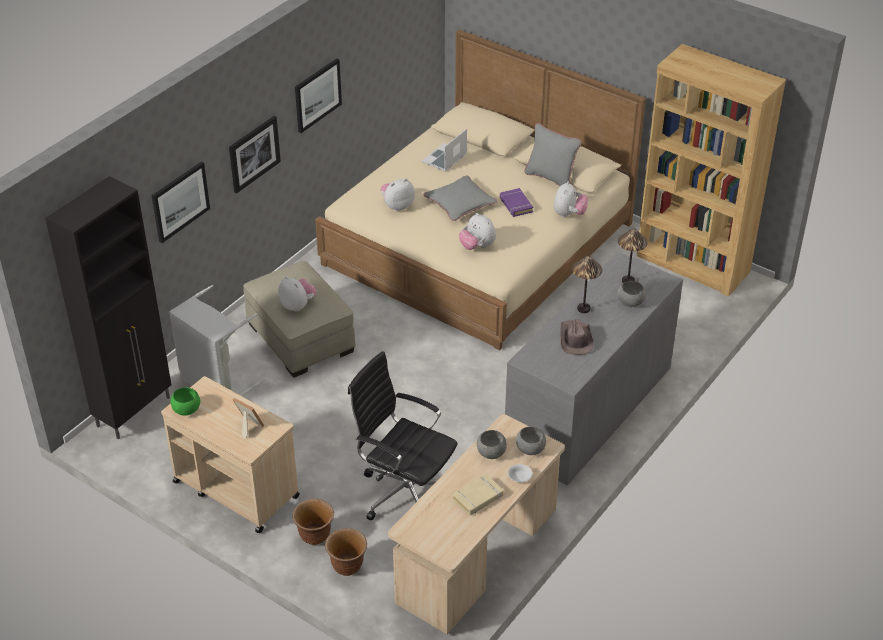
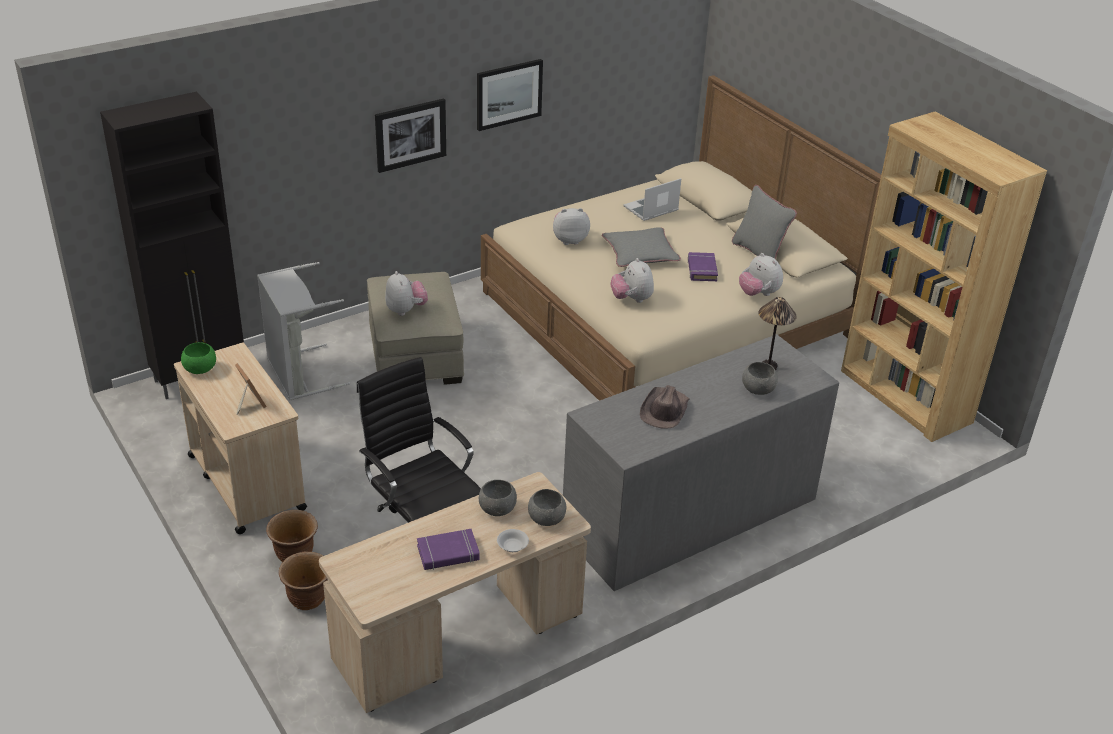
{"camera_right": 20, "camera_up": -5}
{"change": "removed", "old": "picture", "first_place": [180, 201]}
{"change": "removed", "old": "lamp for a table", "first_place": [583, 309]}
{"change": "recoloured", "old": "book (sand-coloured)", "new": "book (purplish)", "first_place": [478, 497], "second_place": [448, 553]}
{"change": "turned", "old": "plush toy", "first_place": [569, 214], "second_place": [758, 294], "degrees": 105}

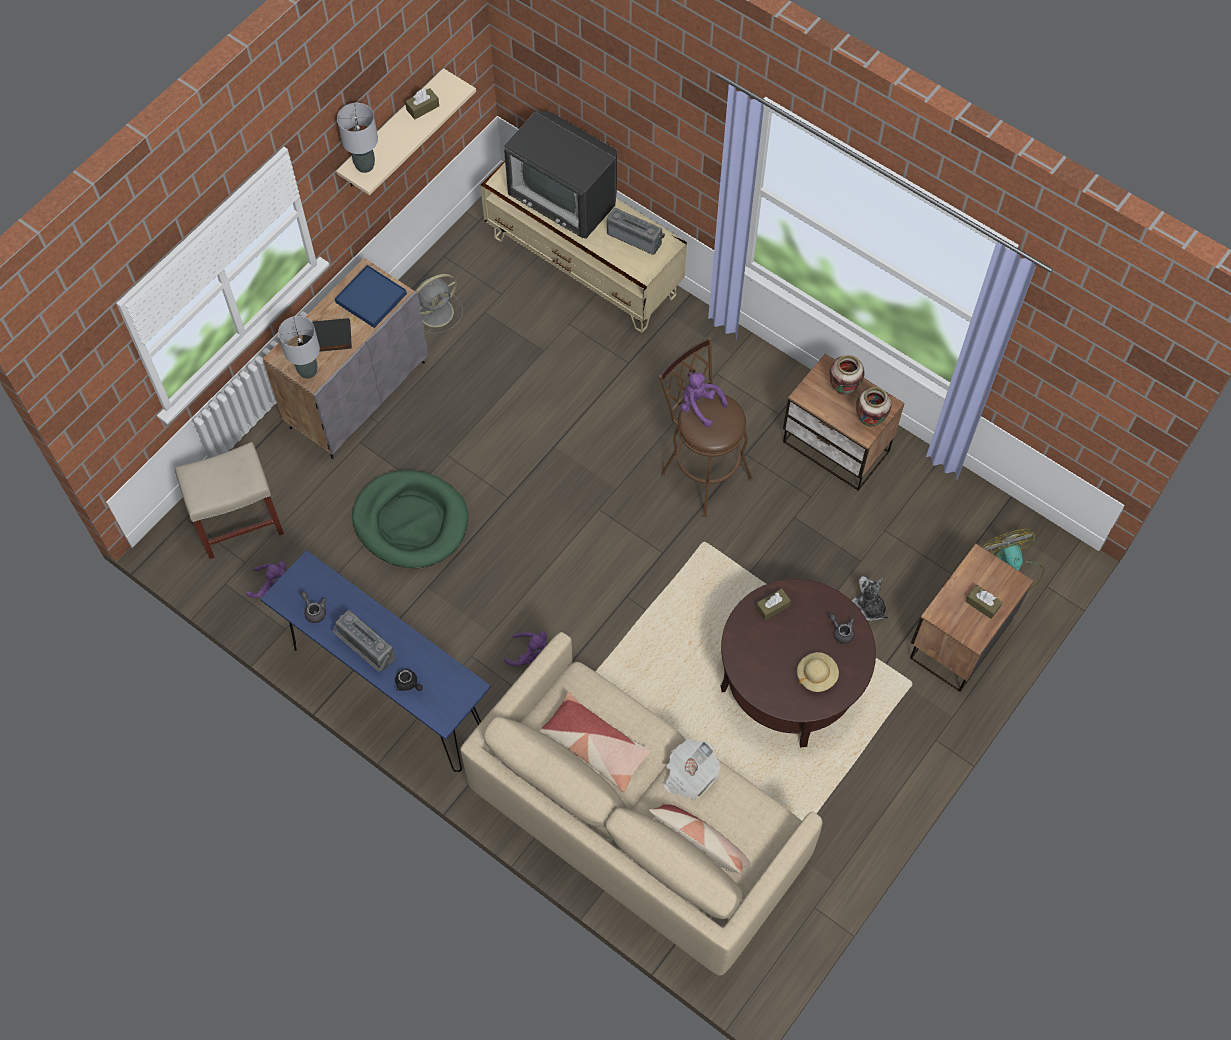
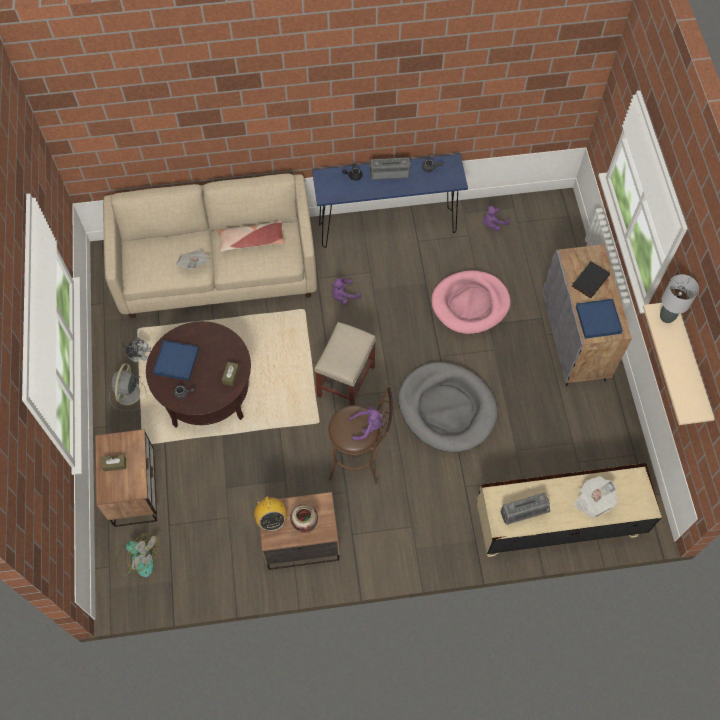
{"camera_right": 135, "camera_up": 0}
{"change": "removed", "old": "lamp for a table (gray)", "first_place": [307, 371]}
{"change": "removed", "old": "box of tissues (brown)", "first_place": [422, 108]}
{"change": "removed", "old": "pillow", "first_place": [699, 844]}
{"change": "added", "new": "pet bed (gray)", "second_place": [447, 408]}
{"change": "moved", "old": "stool seat (sand-coloured)", "first_place": [240, 522], "second_place": [346, 382]}
{"change": "moved", "old": "cooling fan (gray)", "first_place": [437, 311], "second_place": [128, 394]}
{"change": "moved", "old": "plush toy", "first_place": [869, 607], "second_place": [138, 353]}
{"change": "replaced", "old": "TV set", "new": "newspaper", "first_place": [564, 197], "second_place": [592, 501]}
{"change": "replaced", "old": "clothing hat (sand-coloured)", "new": "serving tray (blue-coloured)", "first_place": [816, 675], "second_place": [176, 361]}
{"change": "replaced", "old": "vase", "new": "radio set", "first_place": [869, 421], "second_place": [271, 519]}
{"change": "recoloured", "old": "pet bed (green-coloured)", "new": "pet bed (pink)", "first_place": [411, 521], "second_place": [470, 304]}

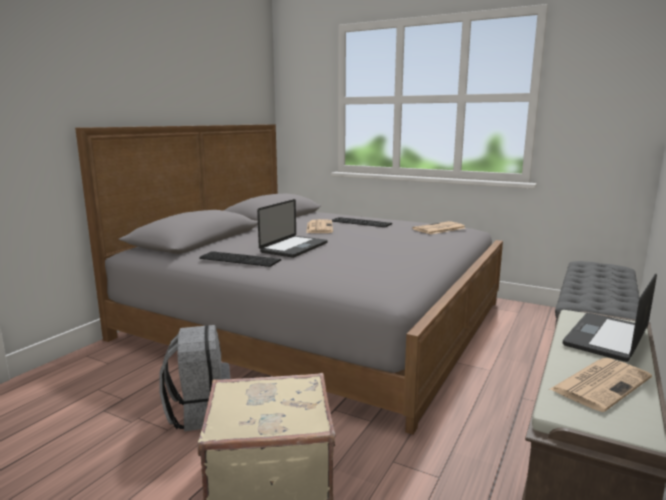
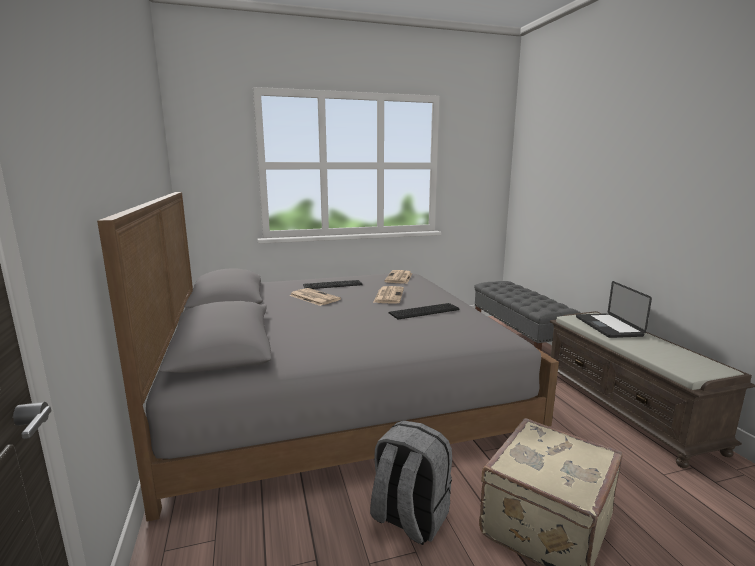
{"camera_right": -45, "camera_up": 0}
{"change": "removed", "old": "portable computer", "first_place": [294, 247]}
{"change": "moved", "old": "computer keyboard", "first_place": [240, 259], "second_place": [423, 311]}
{"change": "moved", "old": "newspaper", "first_place": [600, 383], "second_place": [388, 295]}

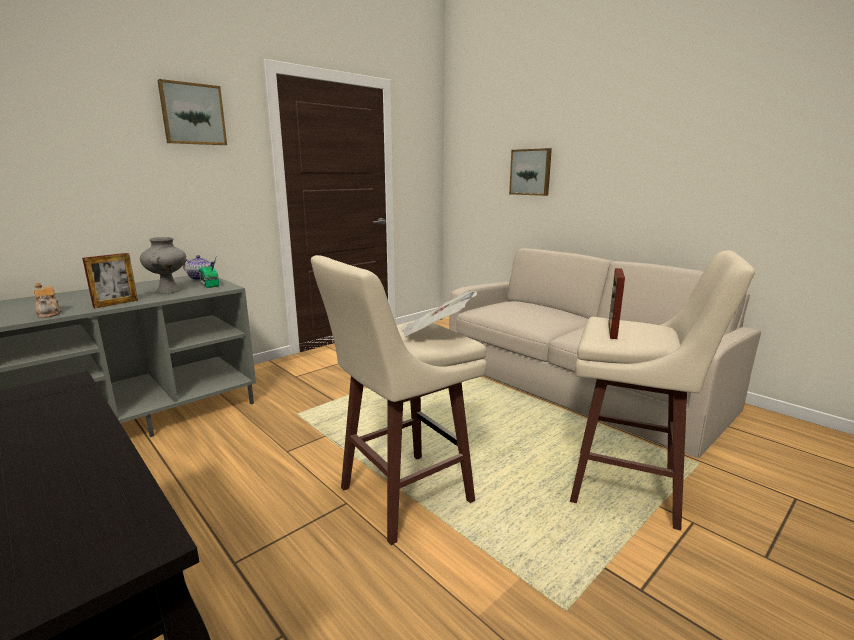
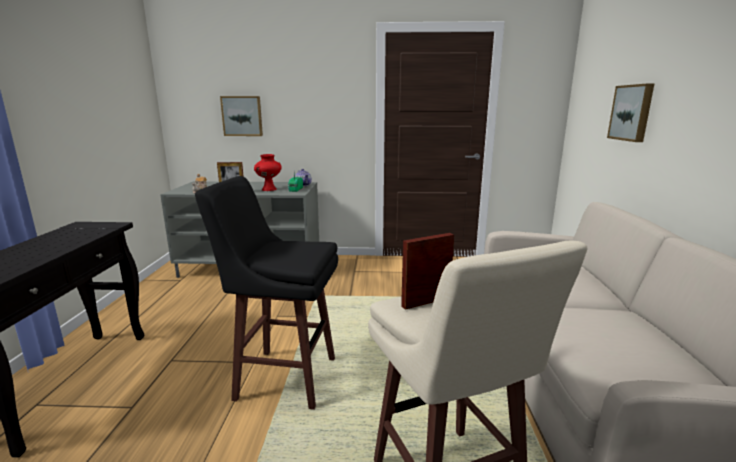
{"camera_right": 45, "camera_up": 0}
{"change": "removed", "old": "newspaper", "first_place": [435, 333]}
{"change": "moved", "old": "picture", "first_place": [192, 114], "second_place": [242, 116]}
{"change": "recoloured", "old": "vase (gray)", "new": "vase (reddish)", "first_place": [169, 291], "second_place": [269, 189]}
{"change": "recoloured", "old": "stool seat (sand-coloured)", "new": "stool seat (black-coloured)", "first_place": [402, 496], "second_place": [284, 377]}

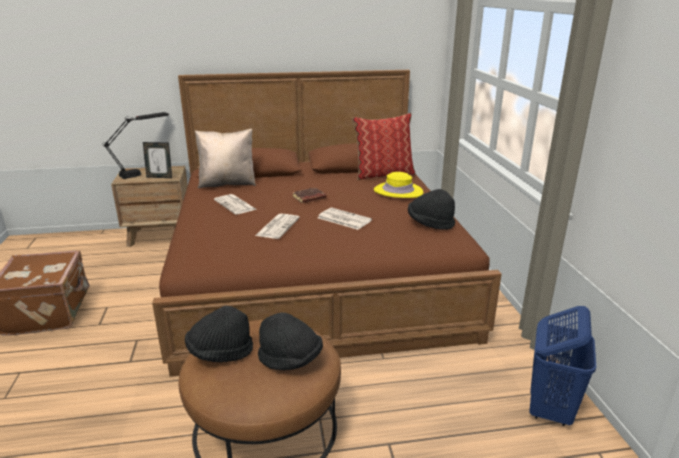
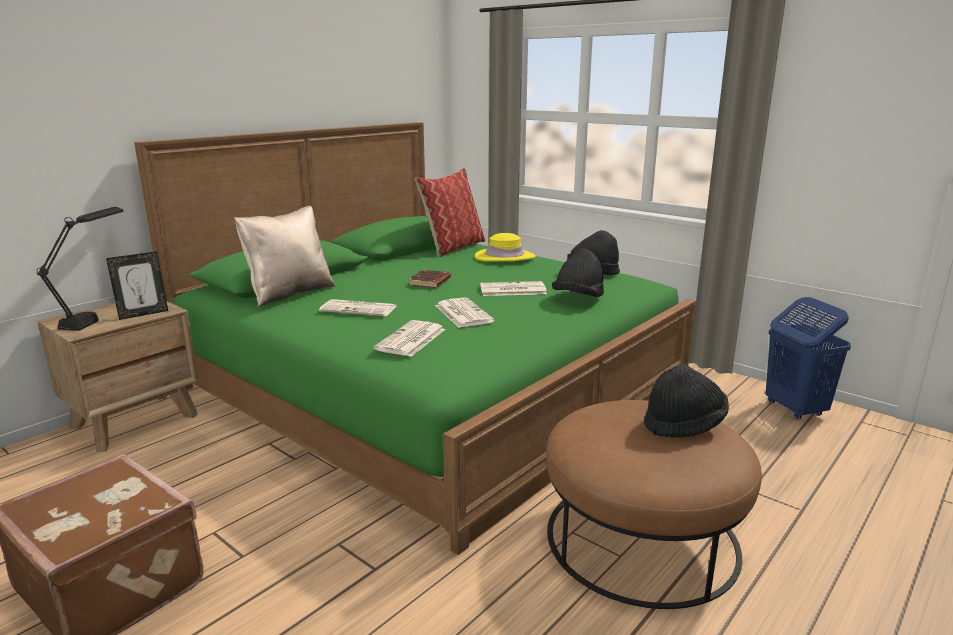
{"camera_right": -40, "camera_up": -5}
{"change": "added", "new": "newspaper", "second_place": [411, 340]}
{"change": "moved", "old": "clothing hat (black-coloured)", "first_place": [220, 352], "second_place": [578, 298]}
{"change": "recoloured", "old": "bedroom bed (brown)", "new": "bedroom bed (green-coloured)", "first_place": [314, 271], "second_place": [432, 386]}

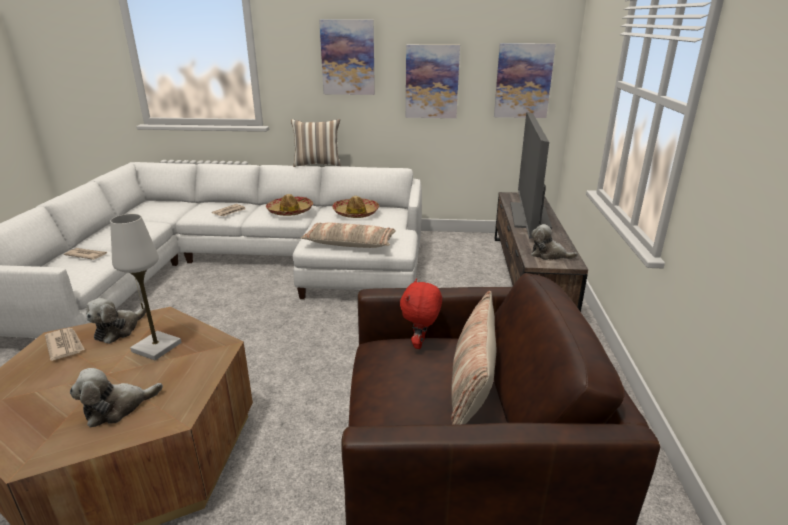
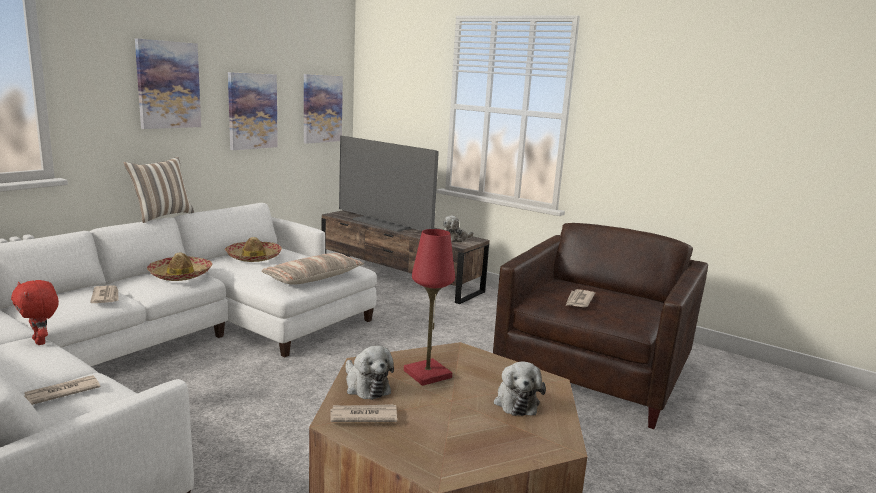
{"camera_right": -60, "camera_up": -10}
{"change": "removed", "old": "pillow", "first_place": [472, 382]}
{"change": "added", "new": "newspaper", "second_place": [579, 300]}
{"change": "moved", "old": "plush toy (reddish)", "first_place": [420, 344], "second_place": [41, 341]}
{"change": "recoloured", "old": "lamp for a table (whitish)", "new": "lamp for a table (reddish)", "first_place": [156, 347], "second_place": [427, 374]}

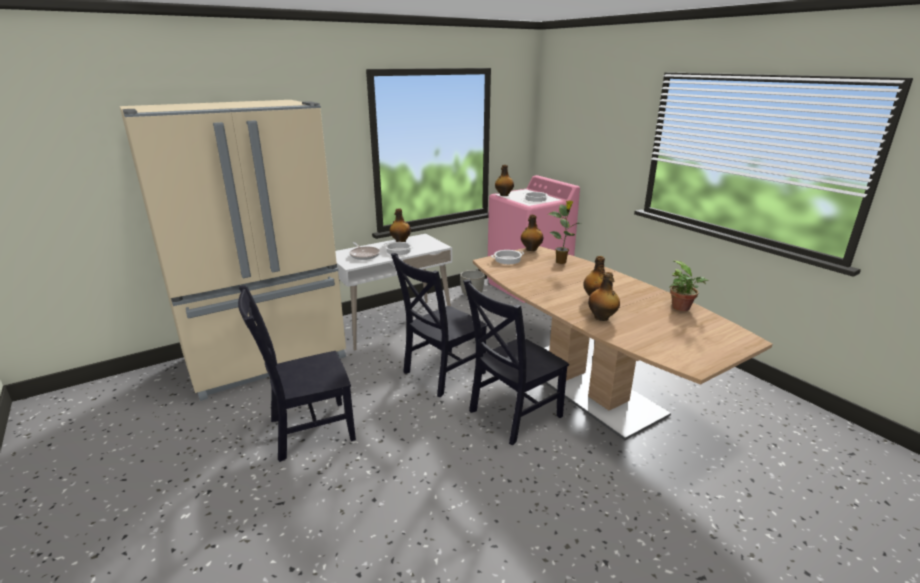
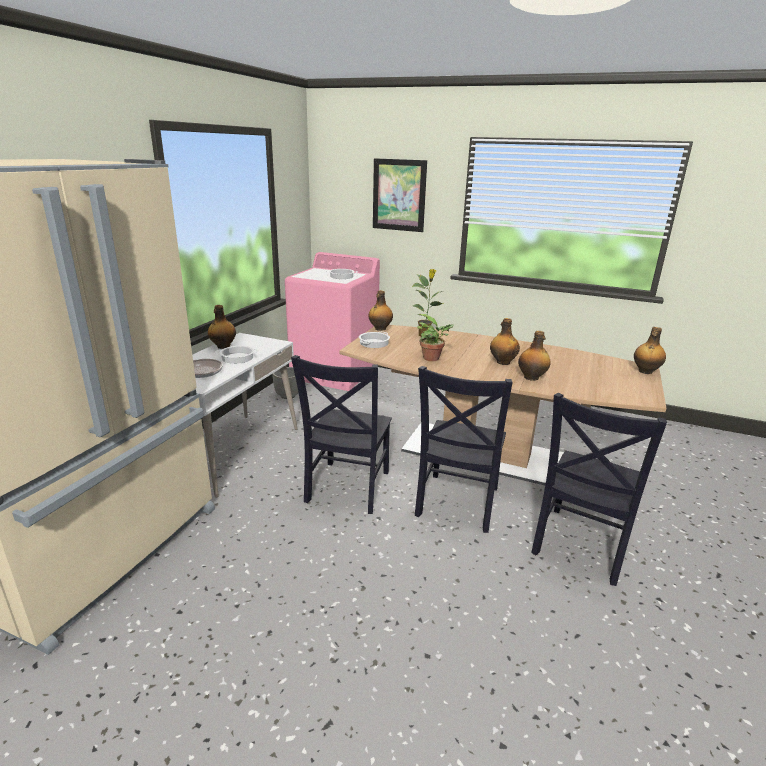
{"camera_right": -35, "camera_up": 0}
{"change": "added", "new": "picture", "second_place": [399, 195]}
{"change": "moved", "old": "plain chair (black-coloured)", "first_place": [307, 430], "second_place": [580, 546]}
{"change": "moved", "old": "beverage bottle", "first_place": [503, 195], "second_place": [645, 371]}
{"change": "moved", "old": "houseplant", "first_place": [683, 308], "second_place": [433, 358]}

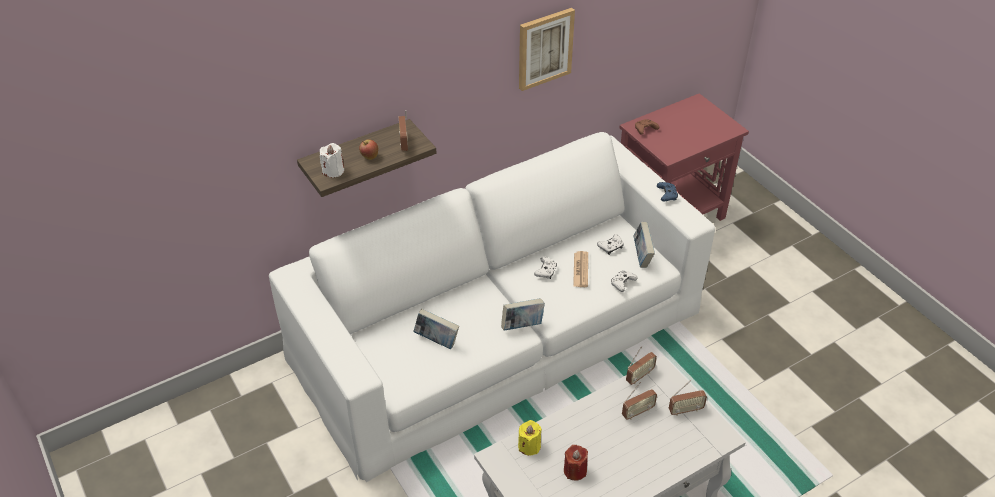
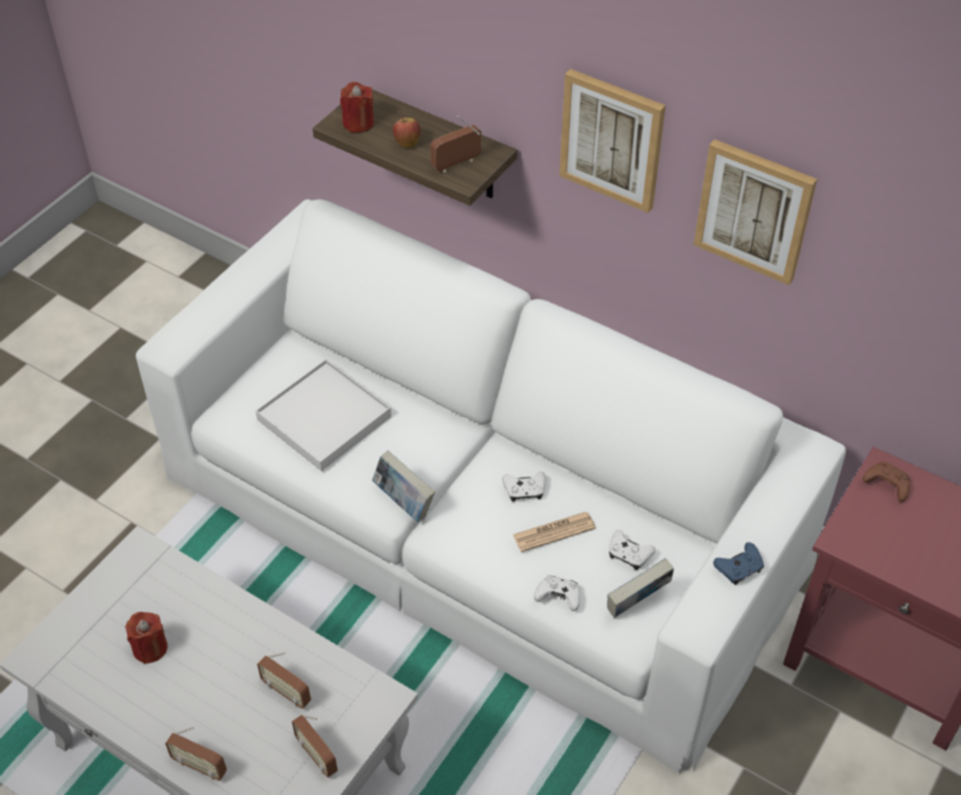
{"camera_right": 65, "camera_up": 5}
{"change": "removed", "old": "wax candle (yellow-coloured)", "first_place": [529, 446]}
{"change": "added", "new": "picture", "second_place": [612, 139]}
{"change": "moved", "old": "radio set", "first_place": [639, 376], "second_place": [200, 766]}
{"change": "replaced", "old": "book", "new": "serving tray (whitish)", "first_place": [437, 340], "second_place": [324, 418]}
{"change": "recoloured", "old": "wax candle (whitish)", "new": "wax candle (reddish)", "first_place": [333, 171], "second_place": [358, 123]}

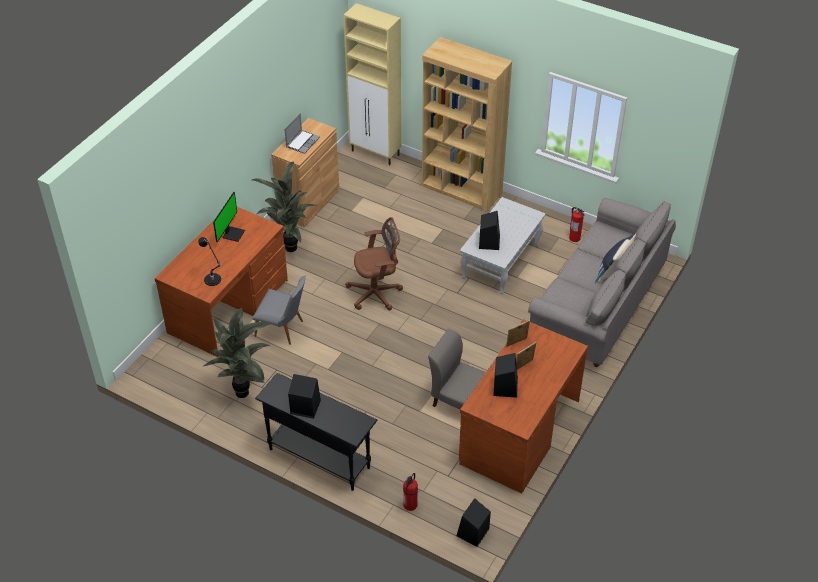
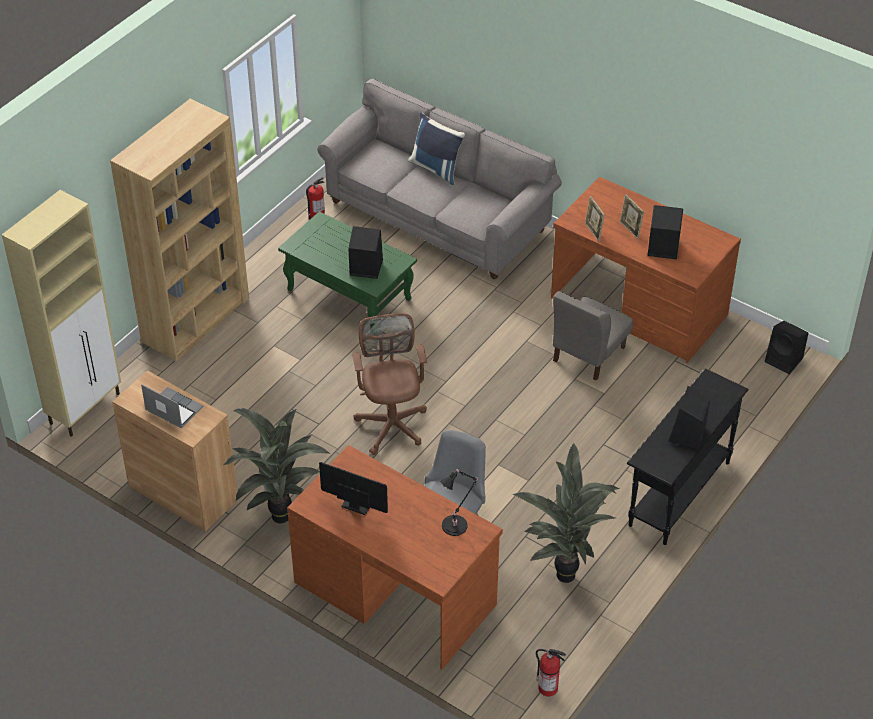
{"camera_right": -85, "camera_up": 0}
{"change": "moved", "old": "fire-fighting cylinder", "first_place": [410, 505], "second_place": [549, 688]}
{"change": "recoloured", "old": "low table (whitish)", "new": "low table (green-coloured)", "first_place": [500, 262], "second_place": [350, 295]}

